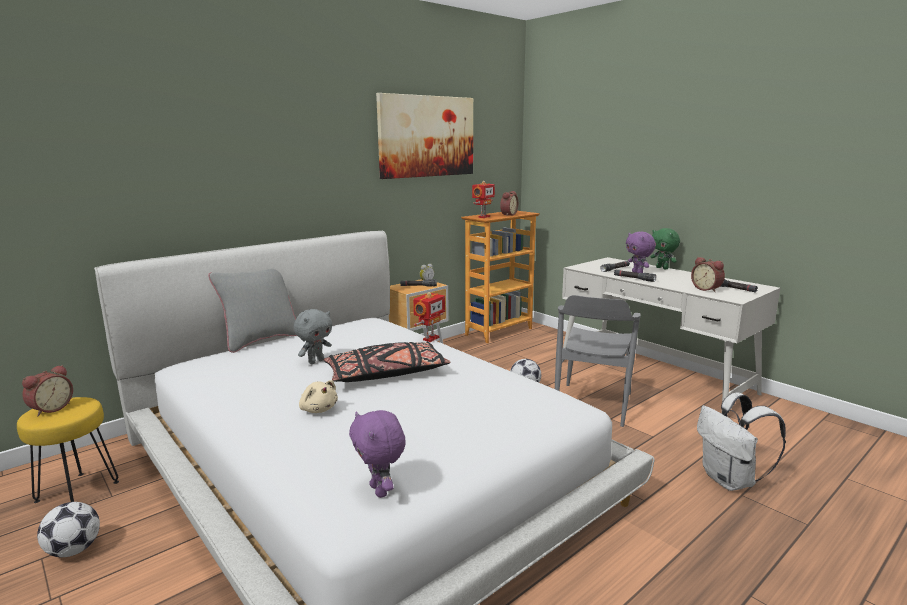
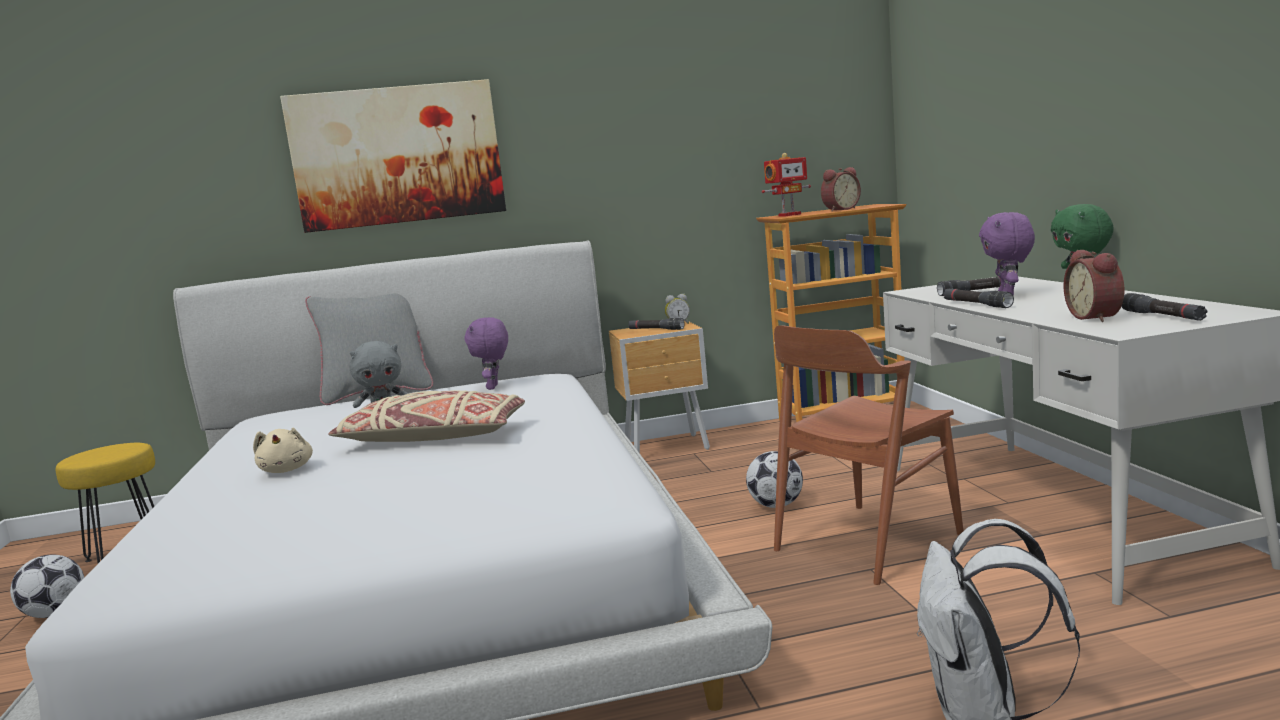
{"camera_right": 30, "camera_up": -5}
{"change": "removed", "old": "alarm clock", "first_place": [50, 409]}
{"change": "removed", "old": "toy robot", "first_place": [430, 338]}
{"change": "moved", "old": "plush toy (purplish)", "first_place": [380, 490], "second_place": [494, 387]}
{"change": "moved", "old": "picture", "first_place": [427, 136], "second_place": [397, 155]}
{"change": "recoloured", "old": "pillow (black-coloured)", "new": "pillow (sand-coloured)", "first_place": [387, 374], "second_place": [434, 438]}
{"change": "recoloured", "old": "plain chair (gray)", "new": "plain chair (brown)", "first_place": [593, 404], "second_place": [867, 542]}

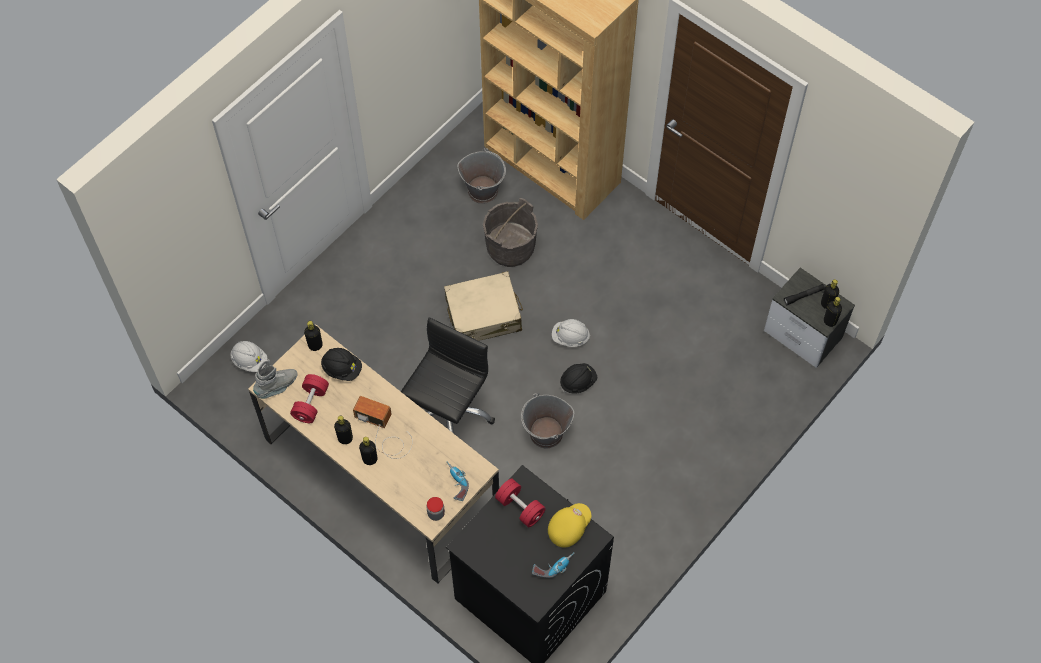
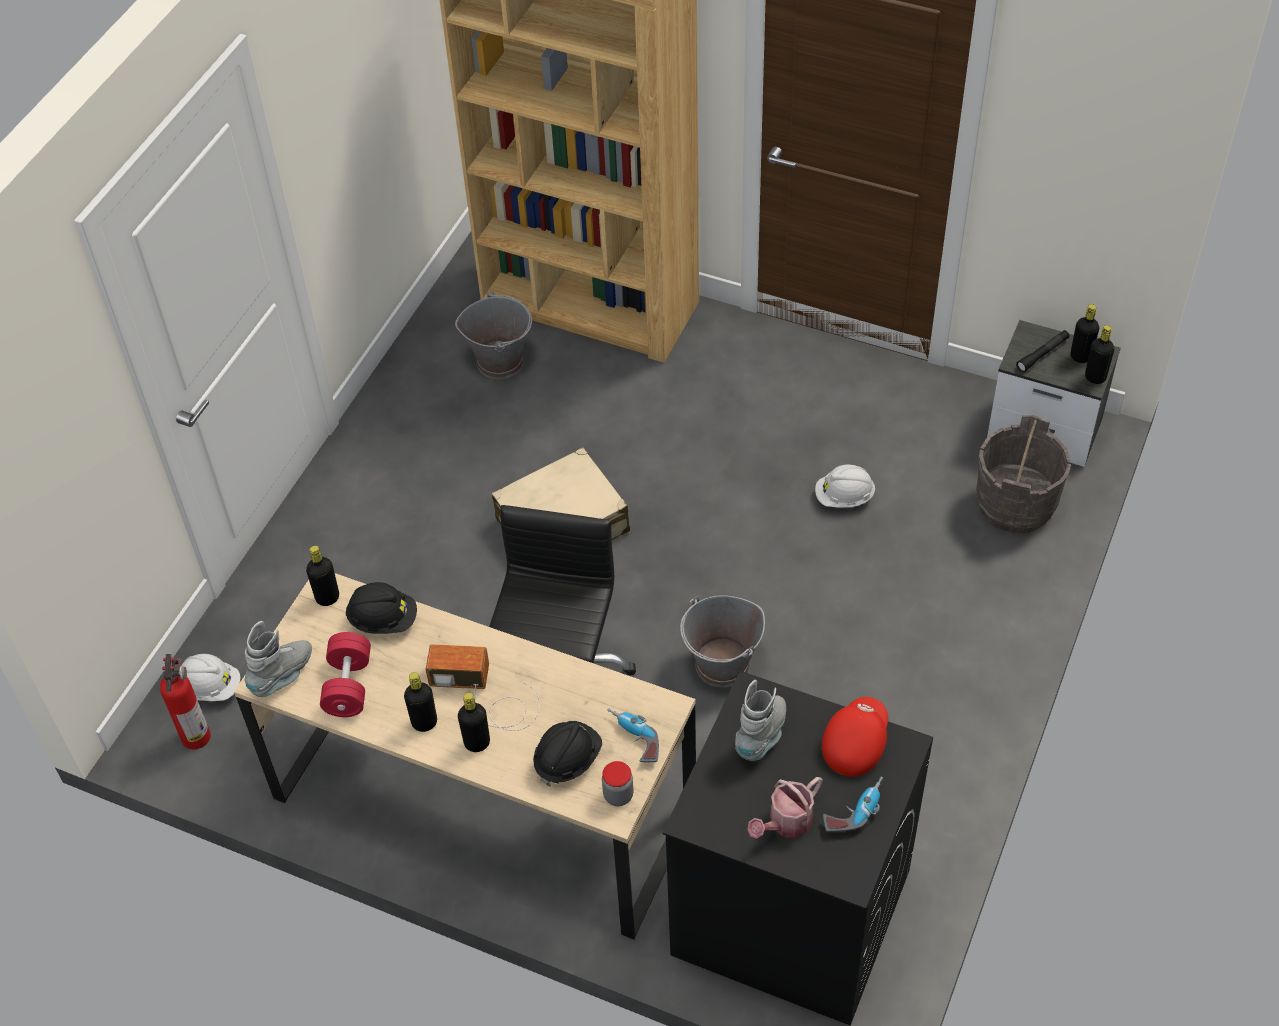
{"camera_right": -15, "camera_up": -10}
{"change": "added", "new": "fire-fighting cylinder", "second_place": [196, 735]}
{"change": "added", "new": "watering pot", "second_place": [786, 823]}
{"change": "moved", "old": "pail (gray)", "first_place": [510, 248], "second_place": [1015, 504]}
{"change": "moved", "old": "hard hat (whitish)", "first_place": [570, 337], "second_place": [844, 497]}
{"change": "moved", "old": "hard hat (black-coloured)", "first_place": [578, 382], "second_place": [567, 760]}
{"change": "replaced", "old": "free weight (reddish)", "new": "high-top boot (gray)", "first_place": [520, 507], "second_place": [762, 735]}
{"change": "recoloured", "old": "cap (yellow-coloured)", "new": "cap (reddish)", "first_place": [568, 527], "second_place": [854, 743]}

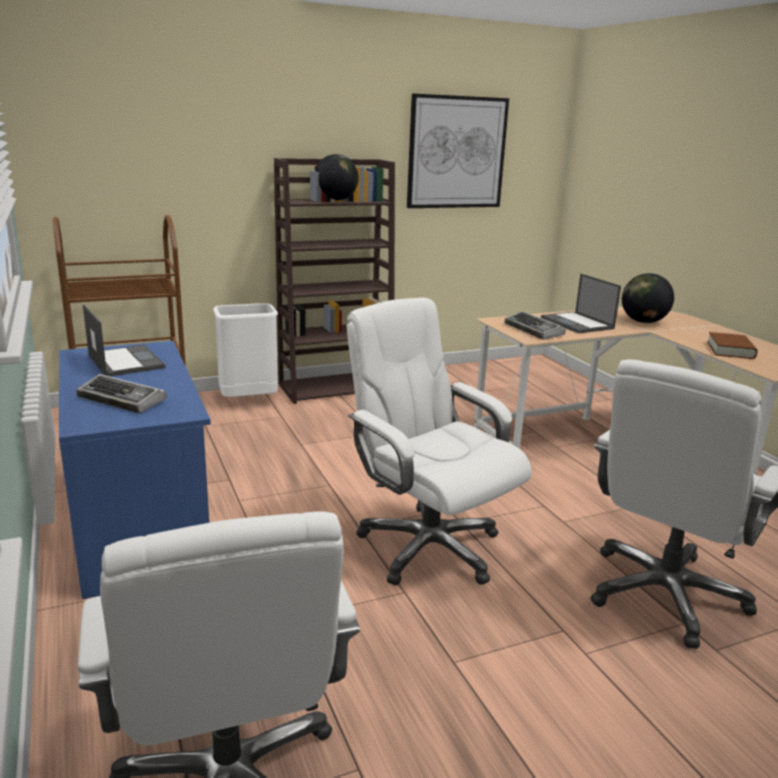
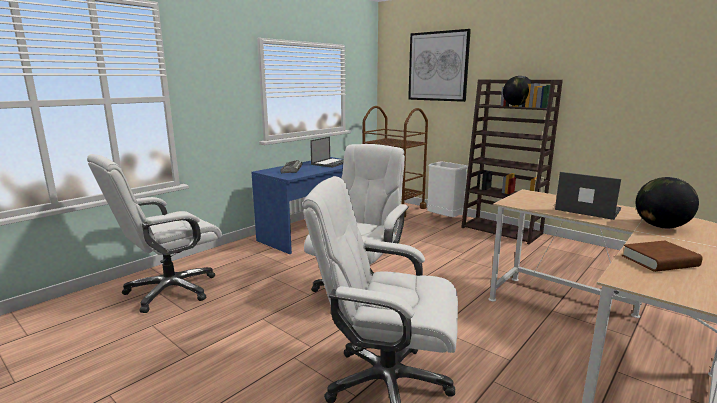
{"camera_right": 65, "camera_up": -5}
{"change": "removed", "old": "computer keyboard", "first_place": [534, 330]}
{"change": "moved", "old": "picture", "first_place": [456, 153], "second_place": [438, 66]}
{"change": "turned", "old": "portable computer", "first_place": [578, 323], "second_place": [586, 209], "degrees": 90}

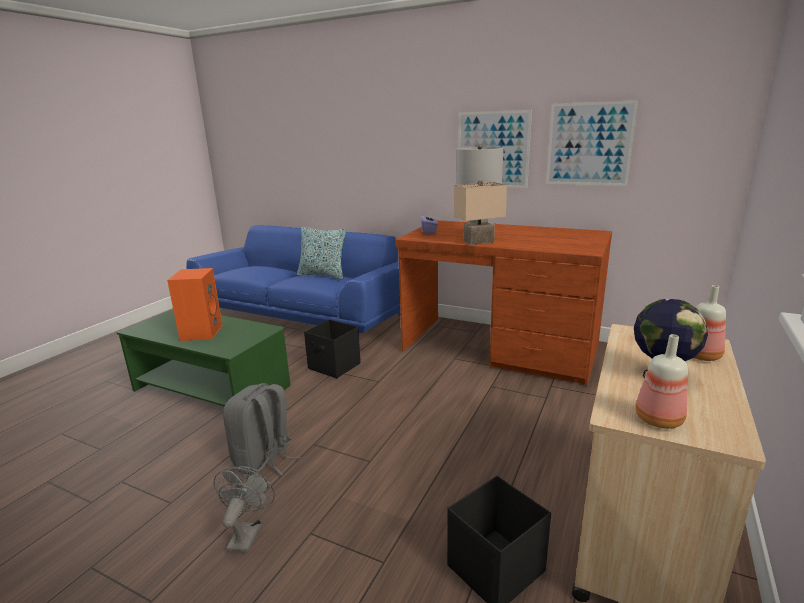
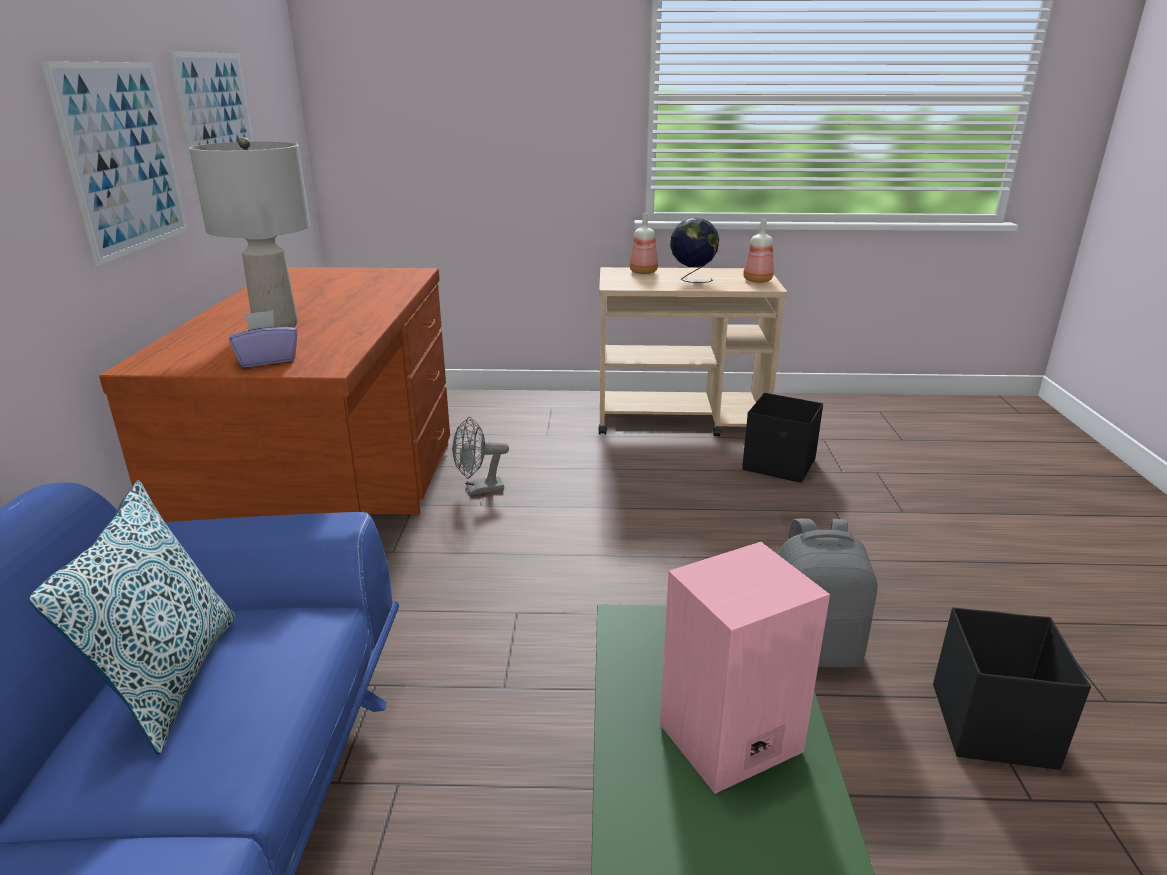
{"camera_right": -115, "camera_up": 5}
{"change": "removed", "old": "lamp for a table (sand-coloured)", "first_place": [478, 241]}
{"change": "moved", "old": "cooling fan (gray)", "first_place": [247, 533], "second_place": [479, 489]}
{"change": "moved", "old": "storage container (black-coloured)", "first_place": [334, 366], "second_place": [992, 724]}
{"change": "recoloured", "old": "speaker (orangey)", "new": "speaker (pink)", "first_place": [201, 332], "second_place": [729, 741]}

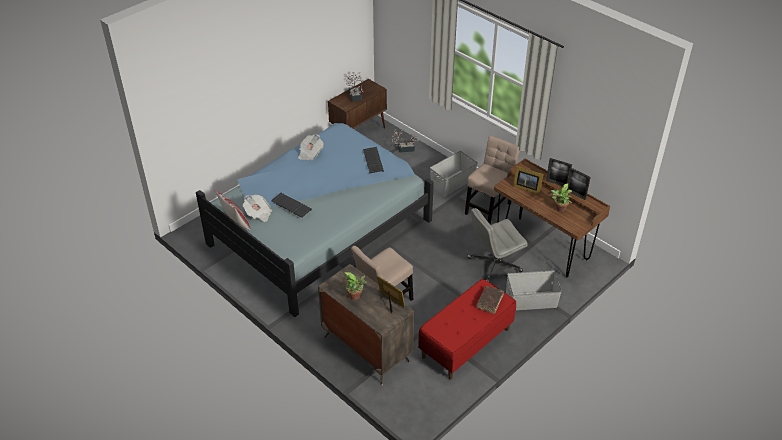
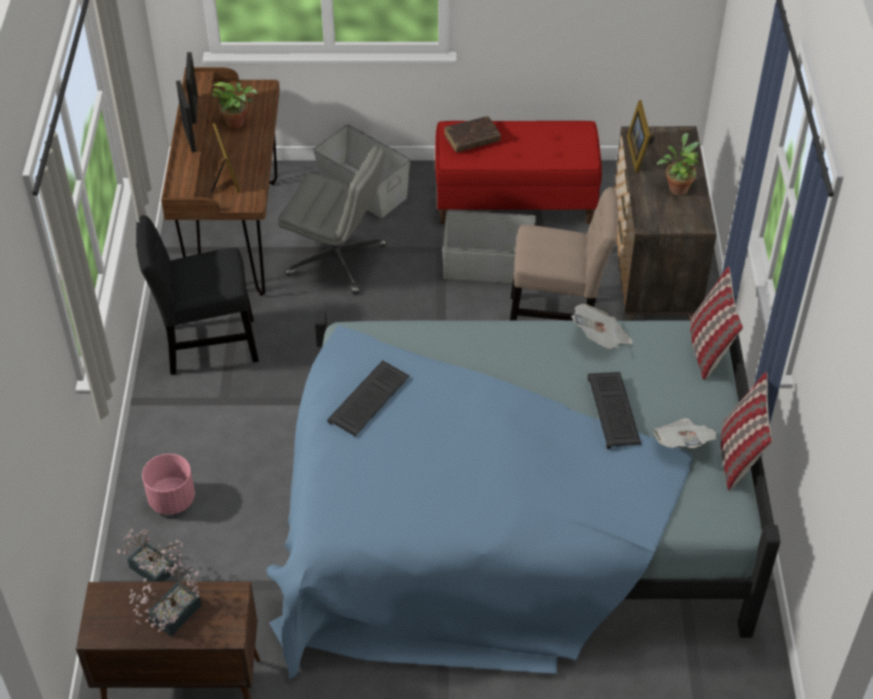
{"camera_right": -135, "camera_up": 5}
{"change": "added", "new": "planter (pink)", "second_place": [172, 499]}
{"change": "added", "new": "pillow", "second_place": [708, 349]}
{"change": "moved", "old": "newspaper", "first_place": [310, 153], "second_place": [601, 339]}
{"change": "moved", "old": "storage container (gray)", "first_place": [452, 183], "second_place": [488, 267]}
{"change": "recoloured", "old": "plain chair (sand-coloured)", "new": "plain chair (black-coloured)", "first_place": [489, 207], "second_place": [206, 345]}

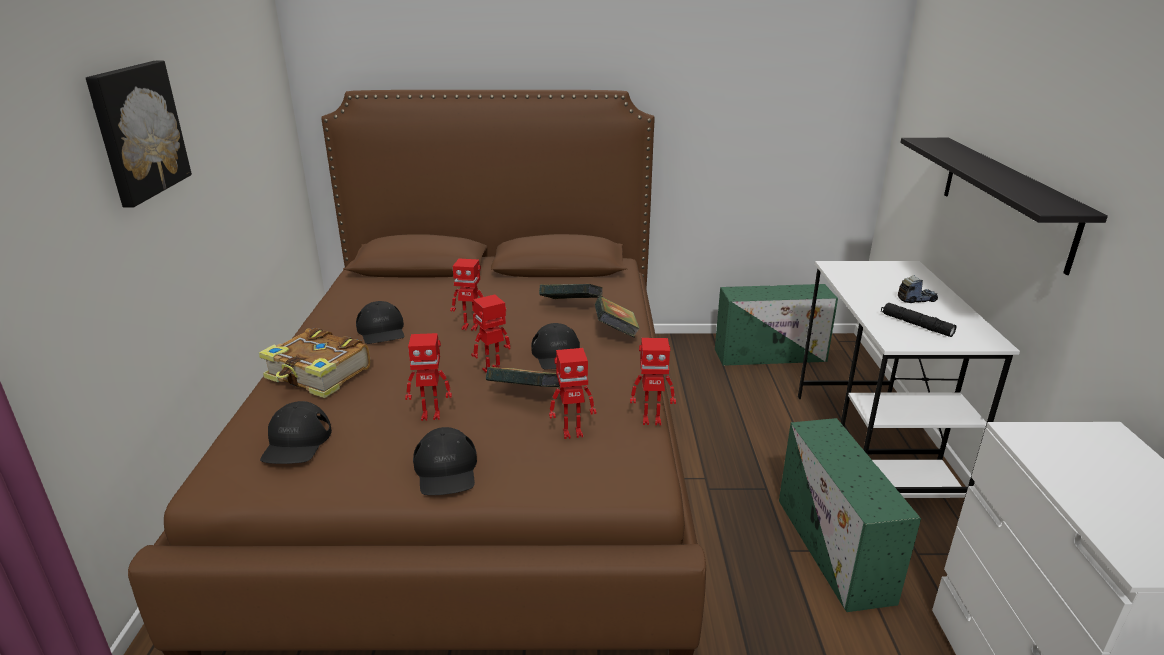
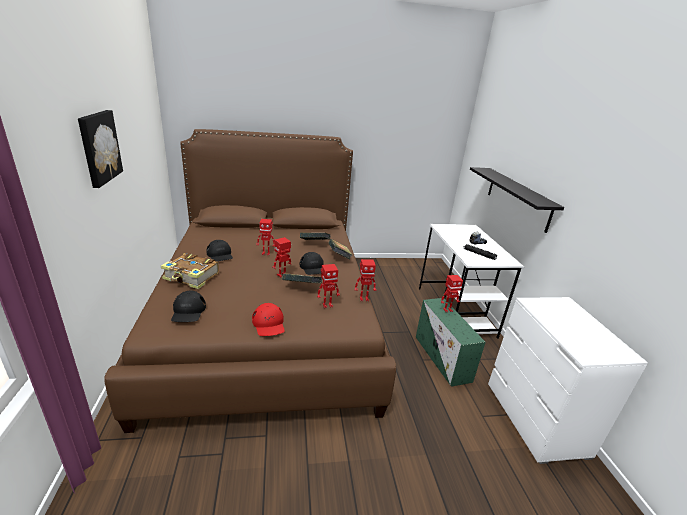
{"camera_right": -10, "camera_up": 0}
{"change": "removed", "old": "storage container (green-coloured)", "first_place": [771, 355]}
{"change": "moved", "old": "toy robot", "first_place": [431, 415], "second_place": [447, 310]}
{"change": "recoloured", "old": "cap (black-coloured)", "new": "cap (reddish)", "first_place": [446, 470], "second_place": [269, 324]}

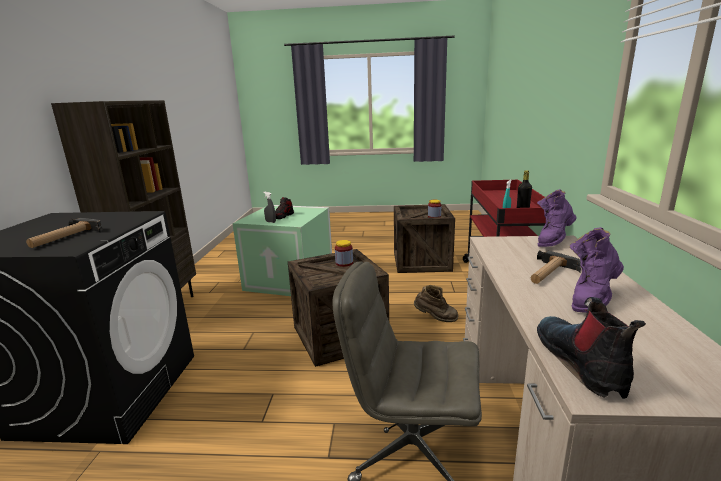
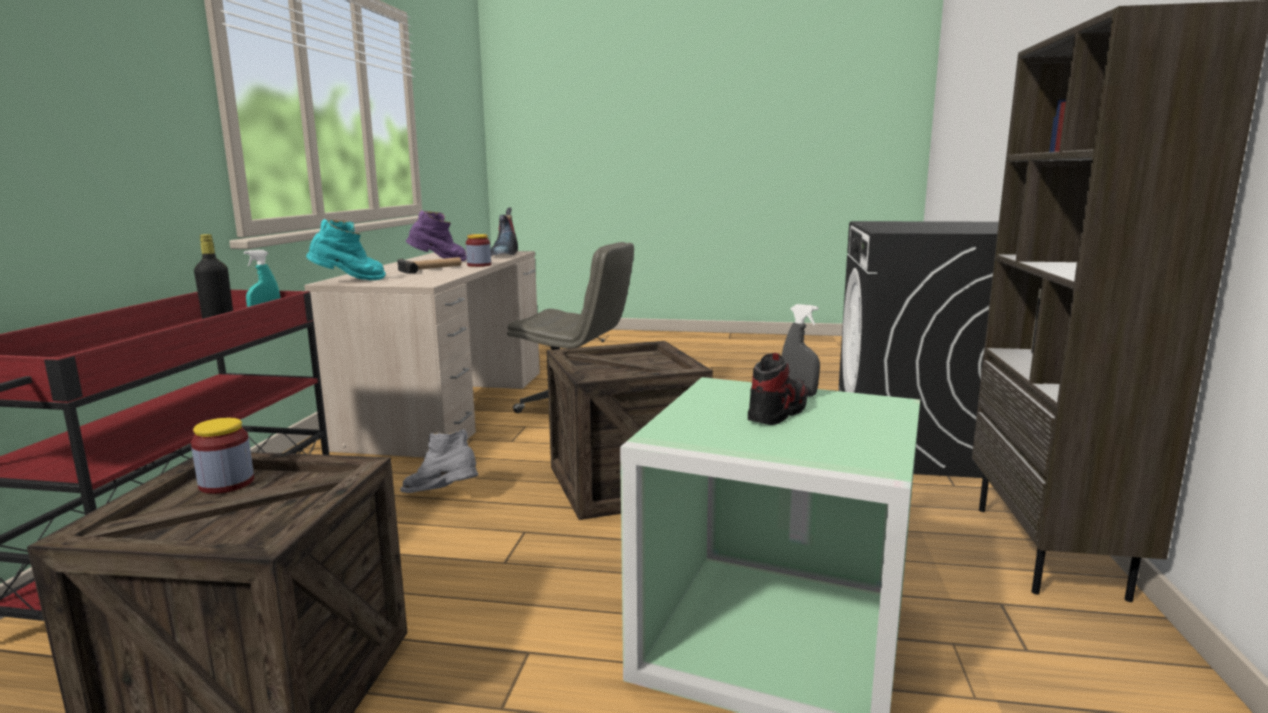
{"camera_right": -175, "camera_up": -5}
{"change": "removed", "old": "tool hammer", "first_place": [65, 237]}
{"change": "moved", "old": "jar", "first_place": [344, 263], "second_place": [479, 265]}
{"change": "recoloured", "old": "high-top boot (brown)", "new": "high-top boot (gray)", "first_place": [435, 318], "second_place": [442, 496]}
{"change": "recoloured", "old": "high-top boot (purplish)", "new": "high-top boot (blue-green)", "first_place": [553, 241], "second_place": [349, 281]}

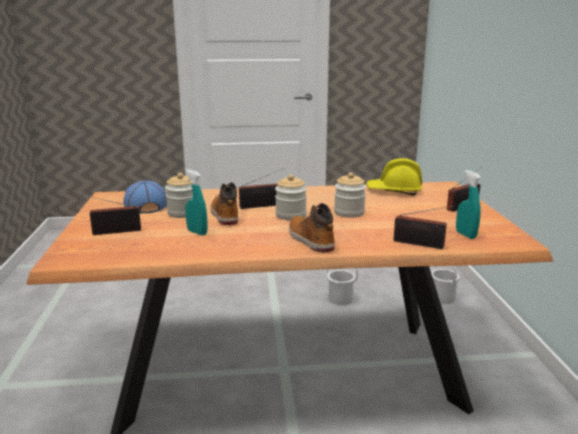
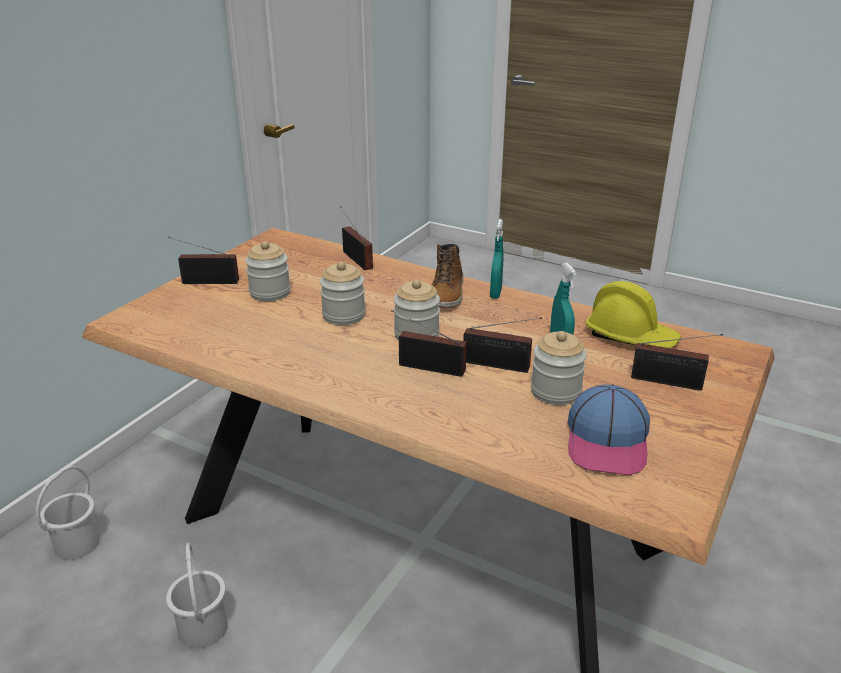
{"camera_right": -145, "camera_up": 10}
{"change": "added", "new": "jar", "second_place": [270, 292]}
{"change": "moved", "old": "hard hat (yellow-coloured)", "first_place": [394, 191], "second_place": [630, 337]}
{"change": "moved", "old": "hand sprayer (blue-green)", "first_place": [465, 235], "second_place": [495, 293]}
{"change": "replaced", "old": "high-top boot", "new": "radio set", "first_place": [224, 215], "second_place": [499, 366]}

